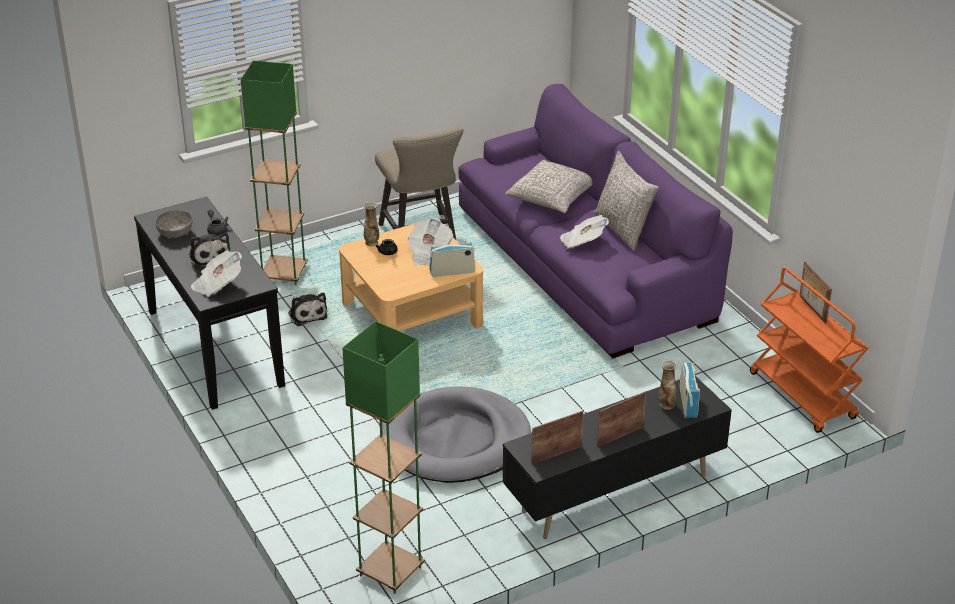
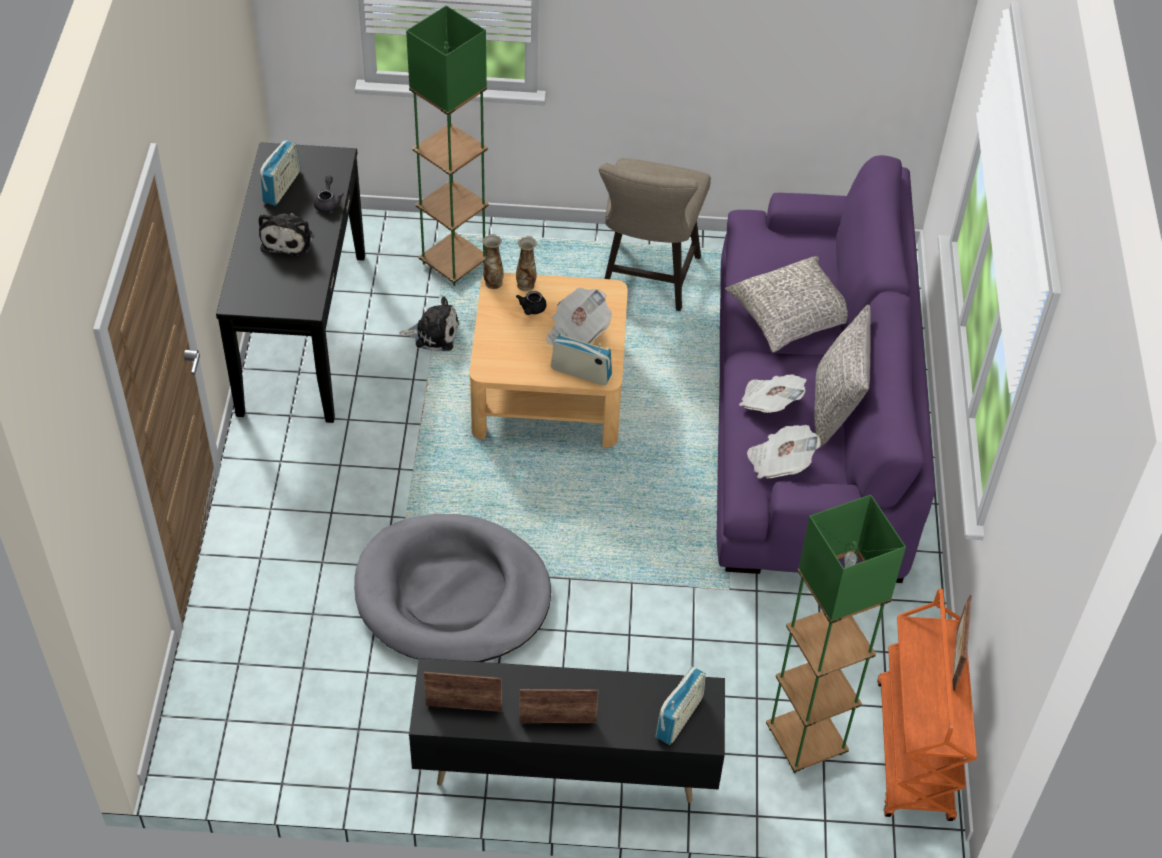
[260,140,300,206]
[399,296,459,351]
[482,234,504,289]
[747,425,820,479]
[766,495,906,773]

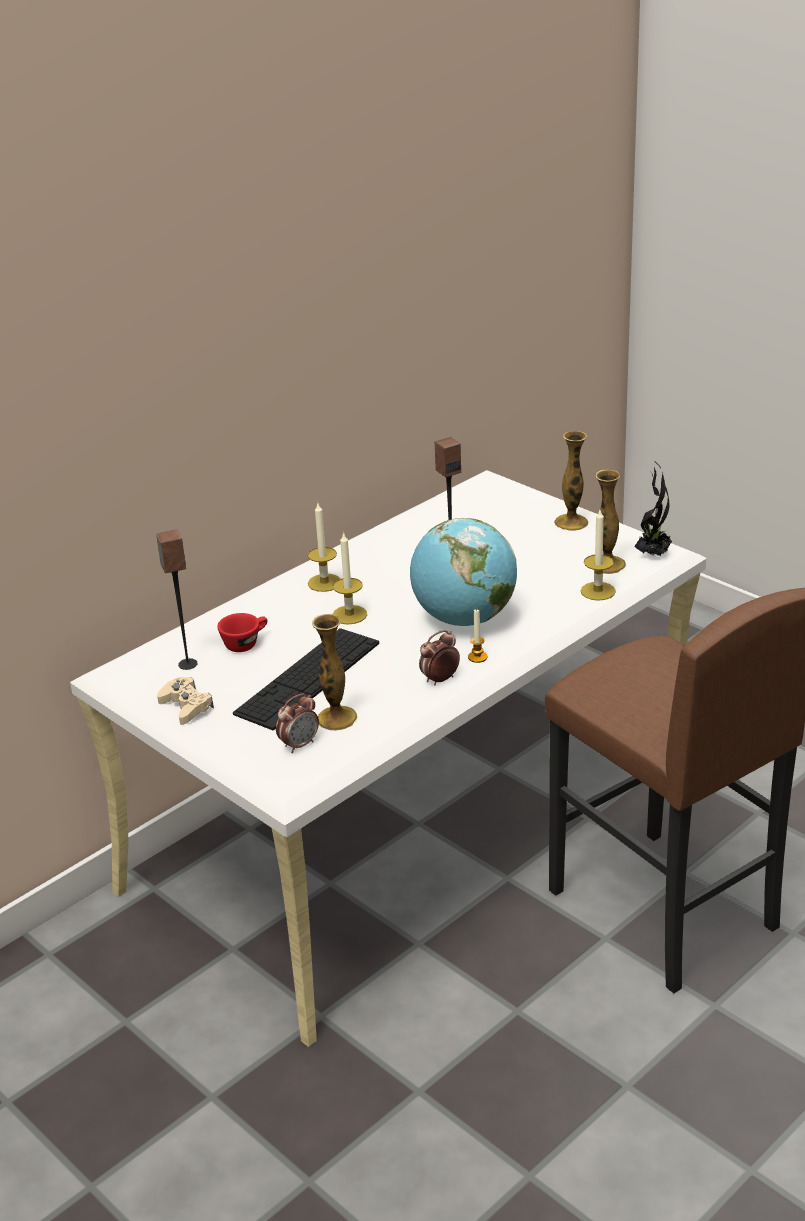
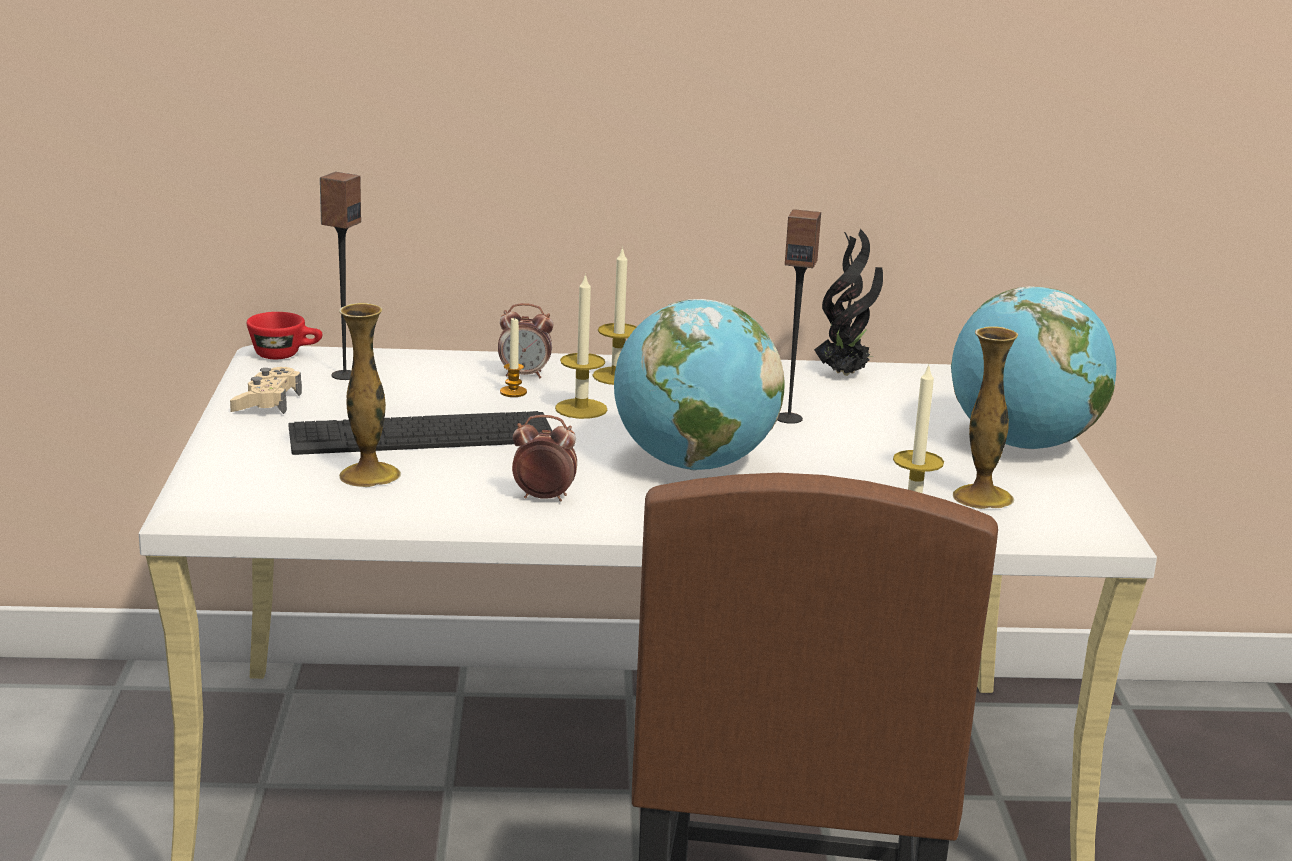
[247,312,322,359]
[498,303,553,378]
[500,317,527,397]
[814,229,883,376]
[951,286,1116,449]

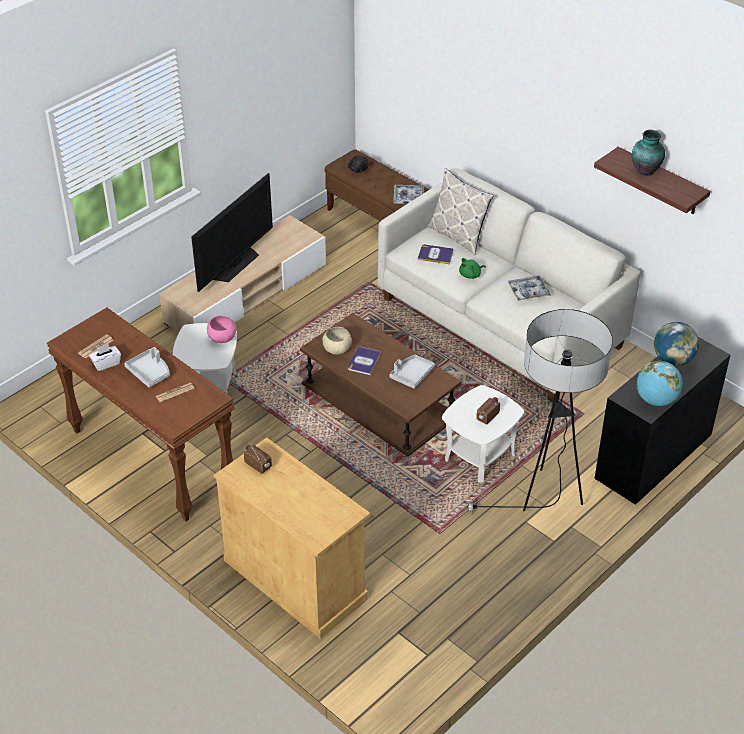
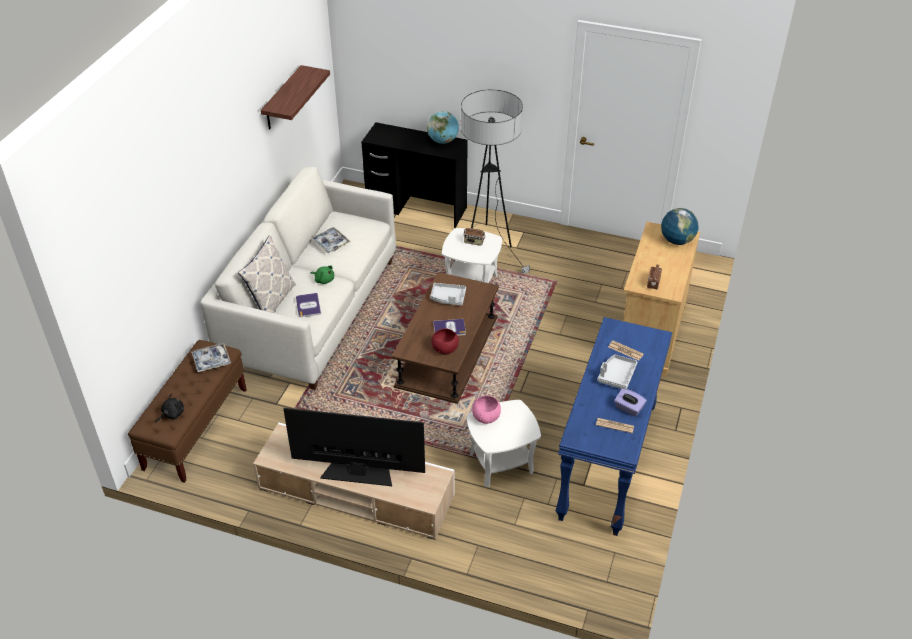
[431,328,459,354]
[556,317,672,536]
[614,388,646,417]
[661,208,699,245]
[632,130,665,176] (first image)

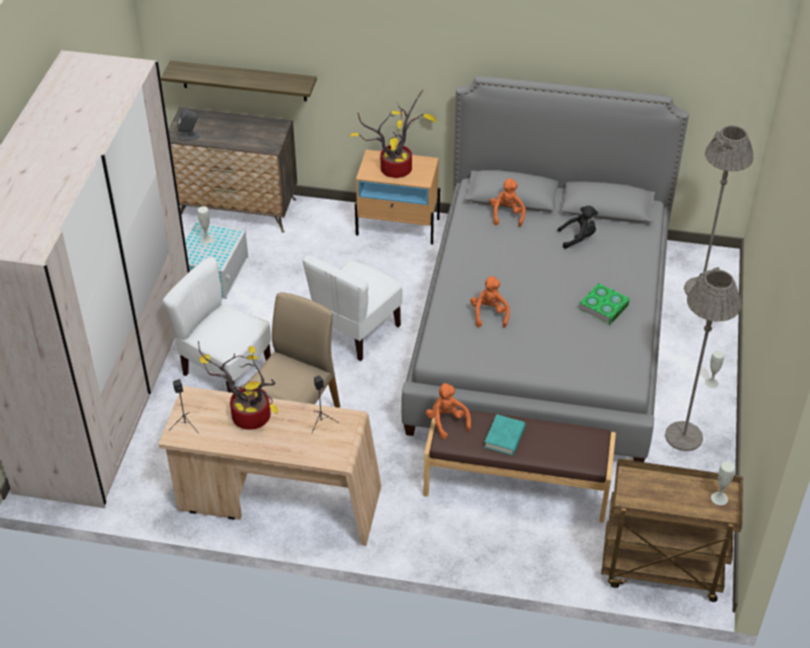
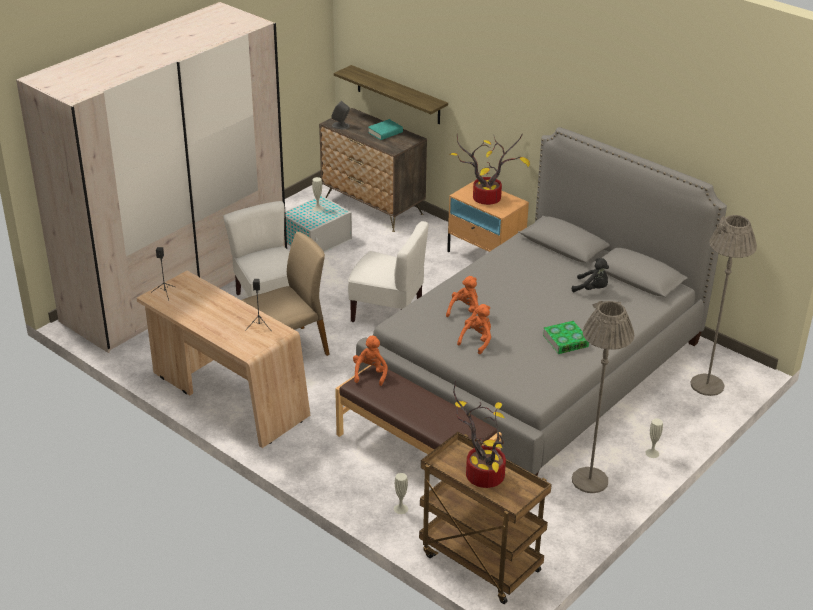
[348,221,429,322]
[368,119,403,140]
[394,473,408,514]
[453,381,506,488]
[457,304,491,354]

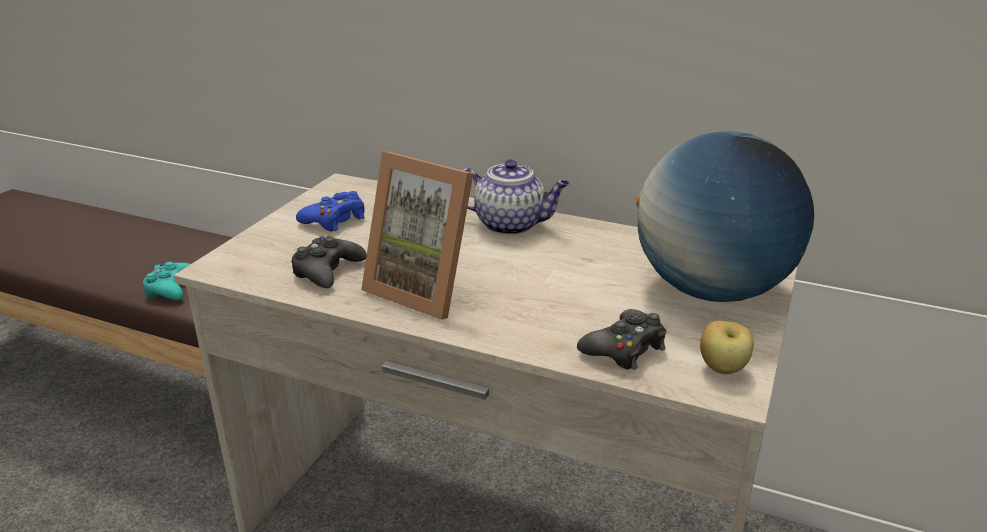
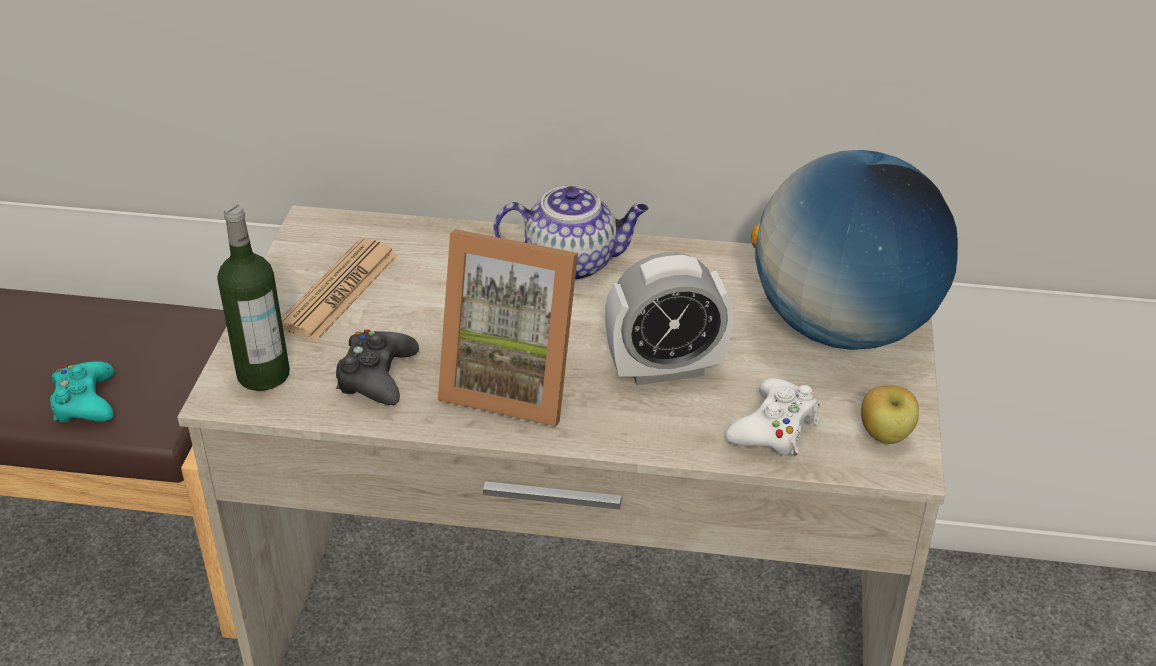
[217,204,290,391]
[281,238,398,341]
[605,252,733,385]
[725,378,819,456]

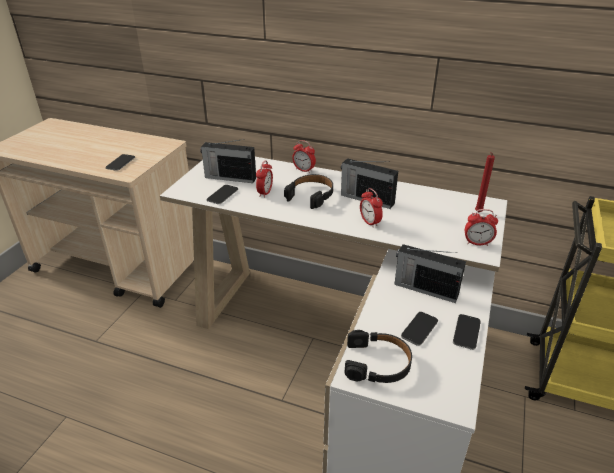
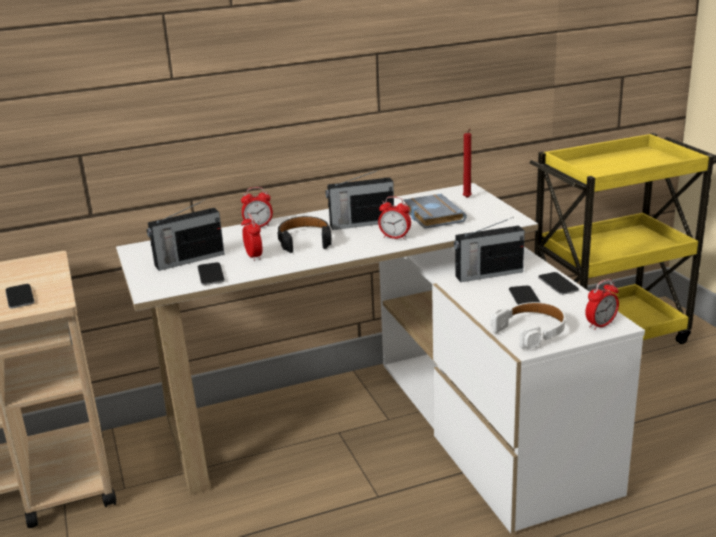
[403,194,467,229]
[490,302,565,349]
[585,279,619,330]

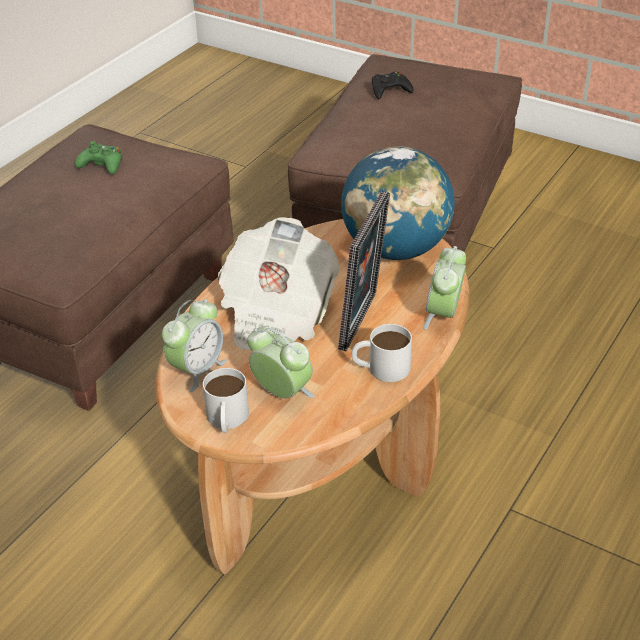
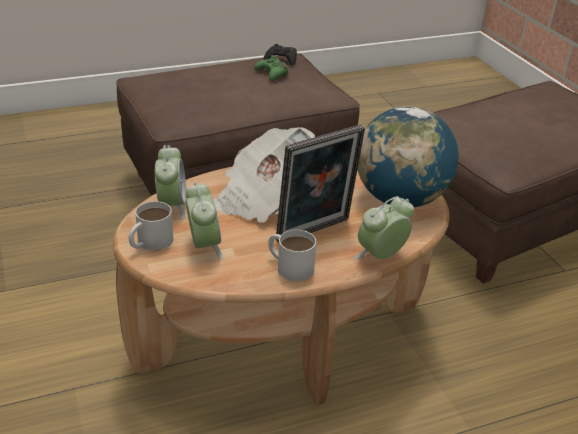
[155,145,186,220]
[264,44,297,65]

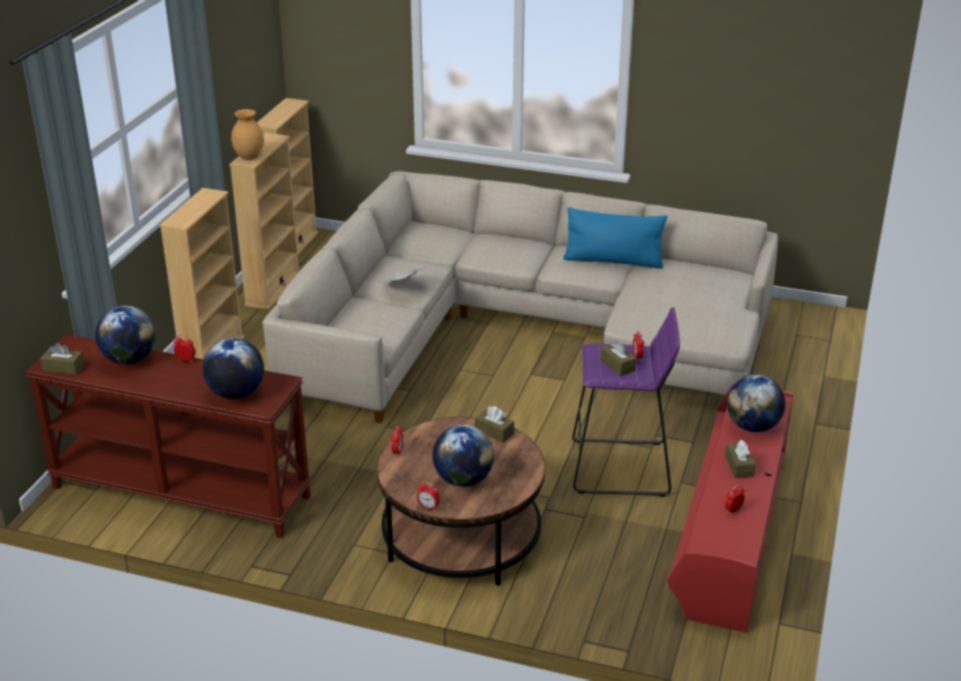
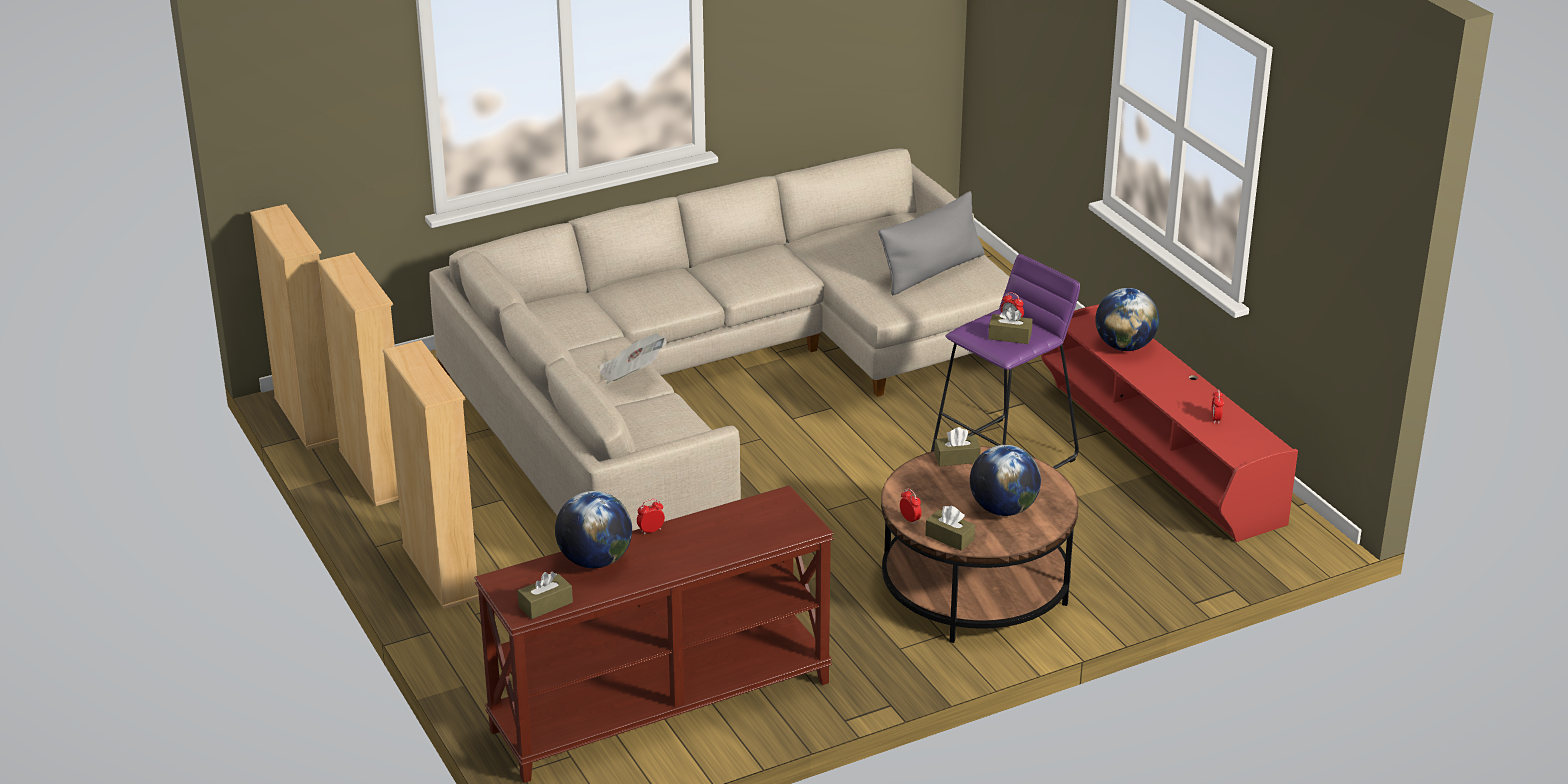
[878,191,985,295]
[925,506,975,551]
[202,338,264,399] (first image)
[231,109,264,160] (first image)
[417,482,440,511] (first image)
[563,207,667,269] (first image)

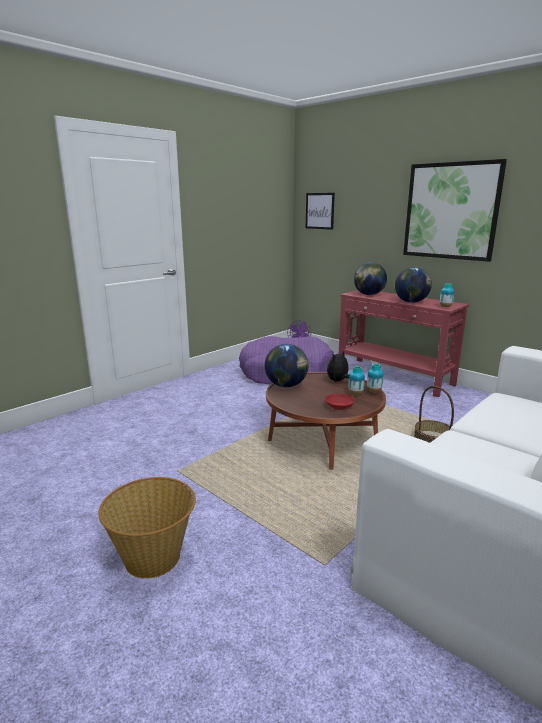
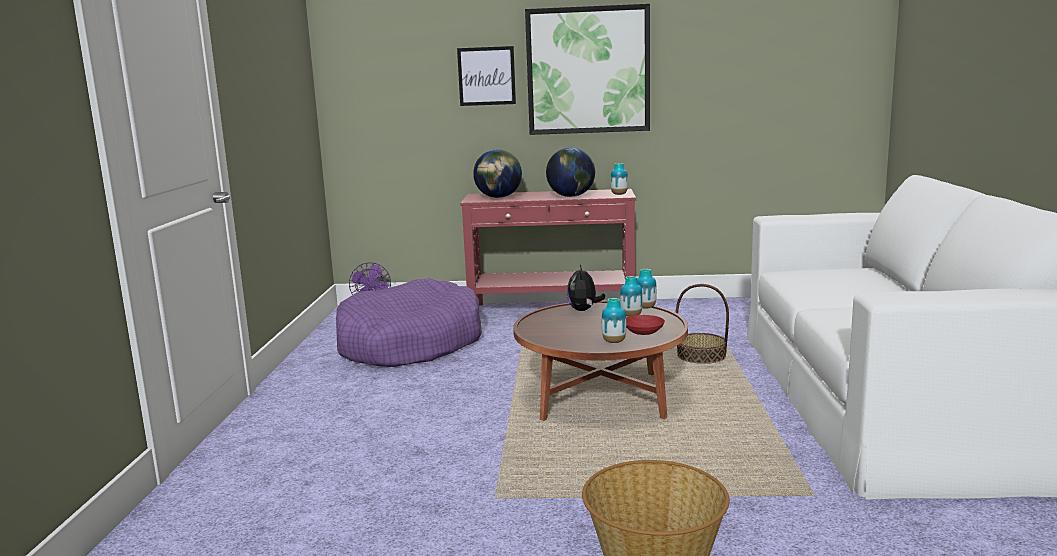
[457,46,516,106]
[602,298,626,343]
[265,344,308,387] (first image)

